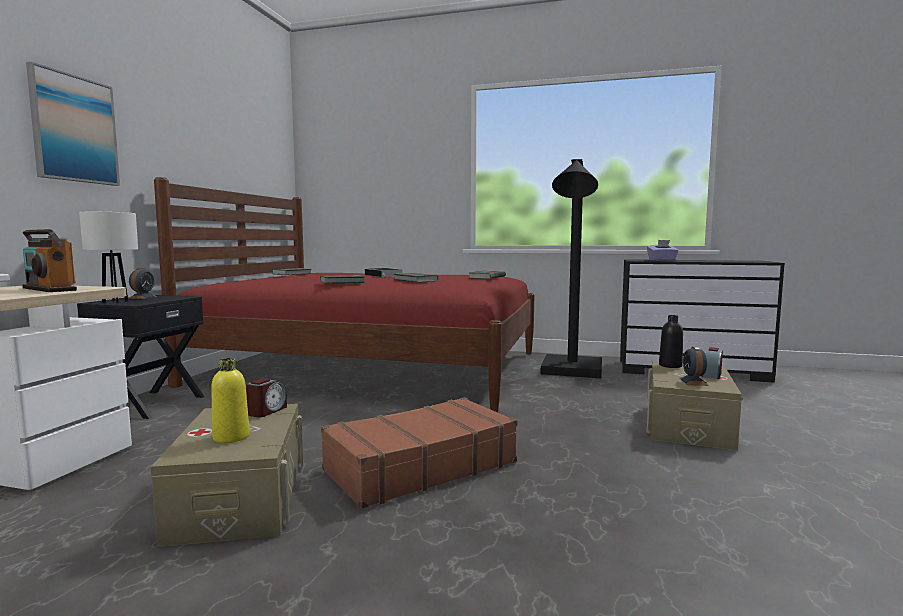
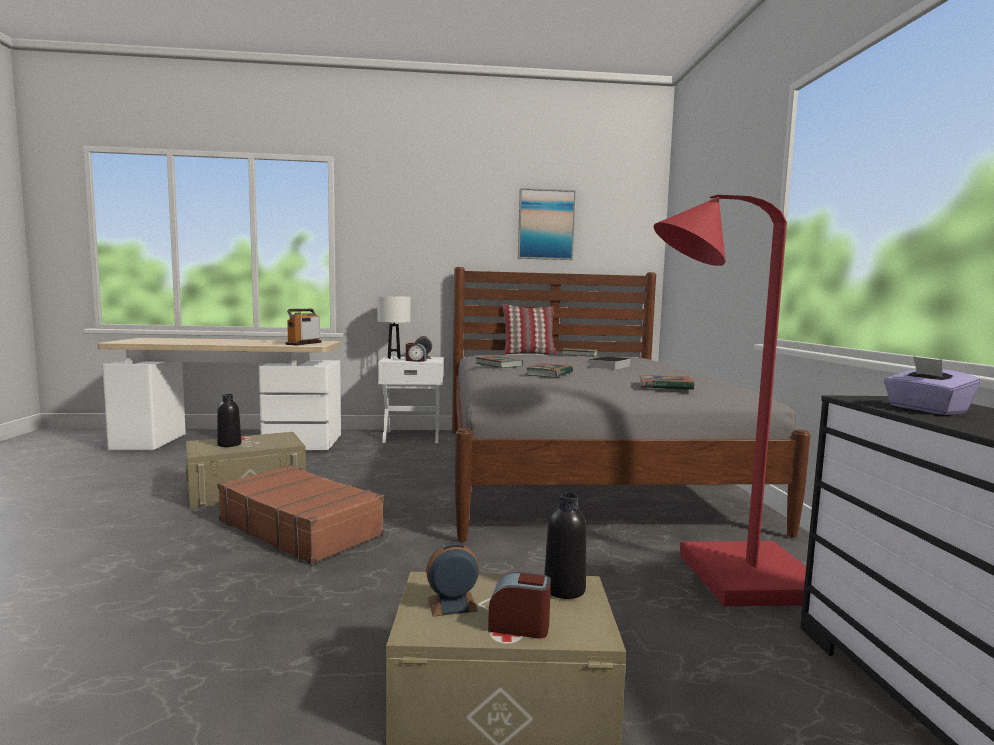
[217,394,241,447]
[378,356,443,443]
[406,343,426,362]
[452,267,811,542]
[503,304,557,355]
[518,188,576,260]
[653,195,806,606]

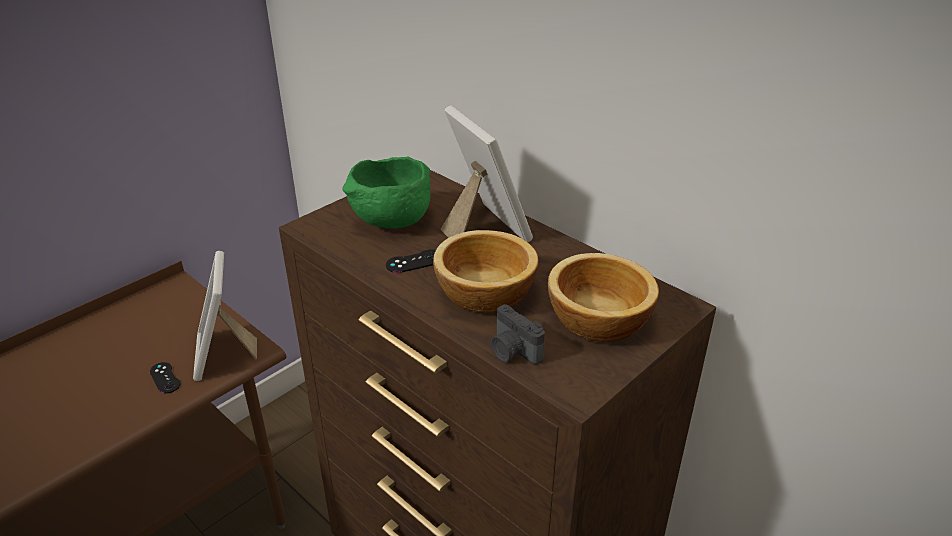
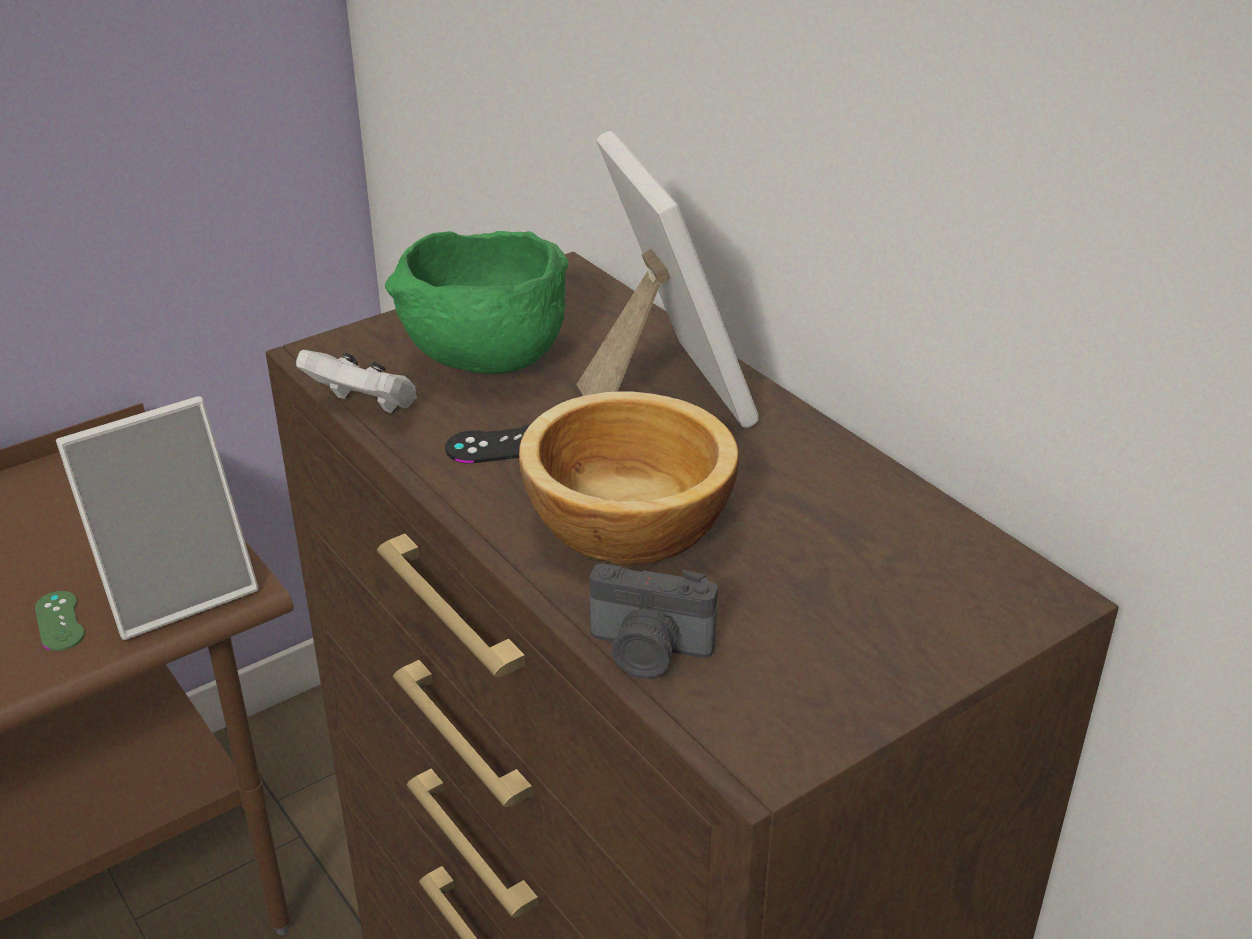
[35,591,85,651]
[56,396,259,640]
[296,350,417,413]
[590,563,718,679]
[548,253,659,342] (first image)

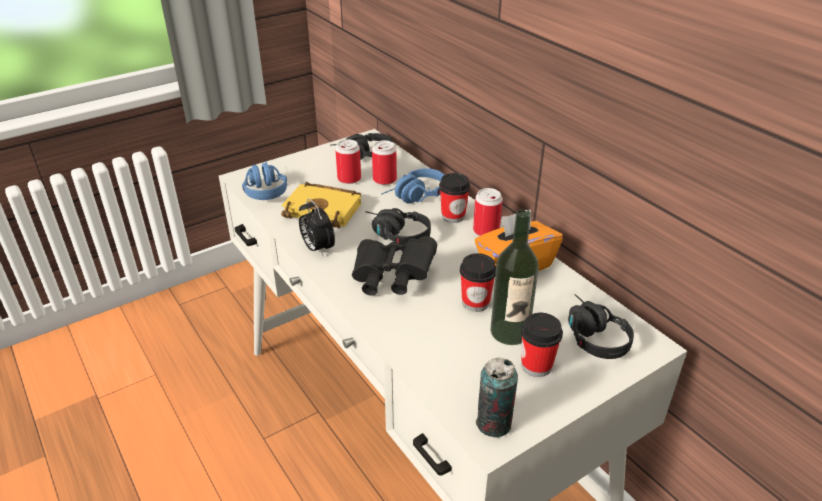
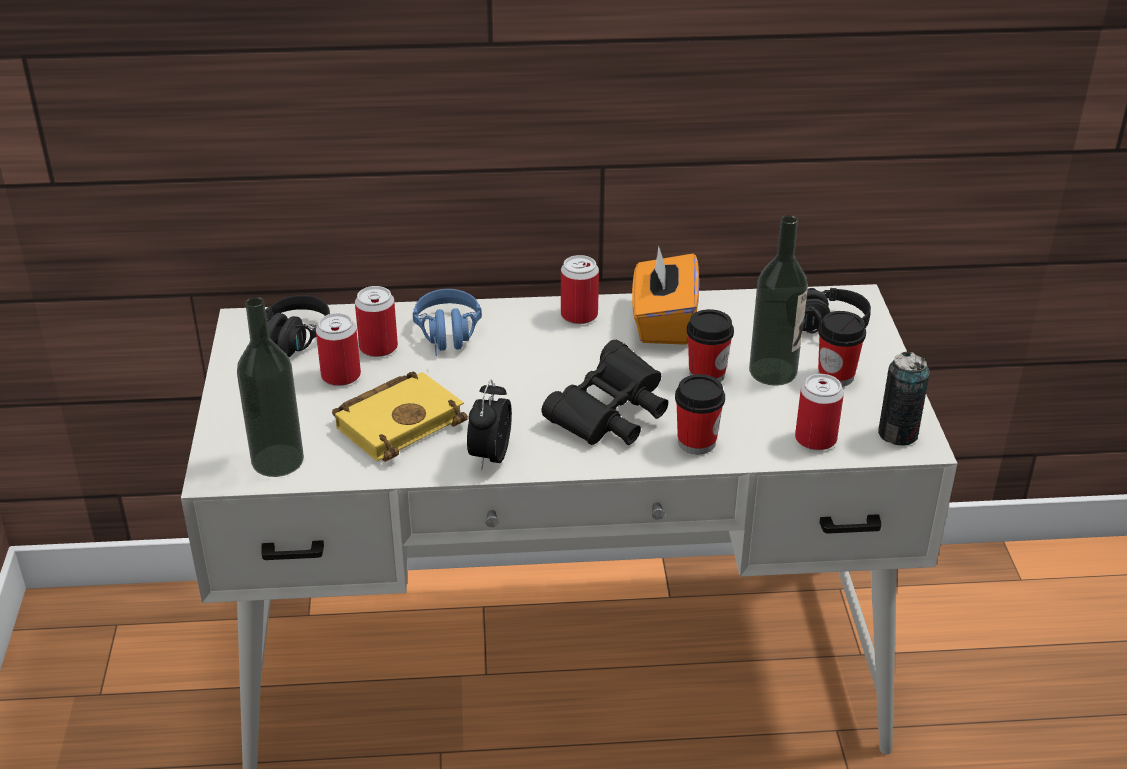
[237,297,304,477]
[467,379,512,470]
[675,374,725,454]
[795,374,844,450]
[366,208,431,245] (first image)

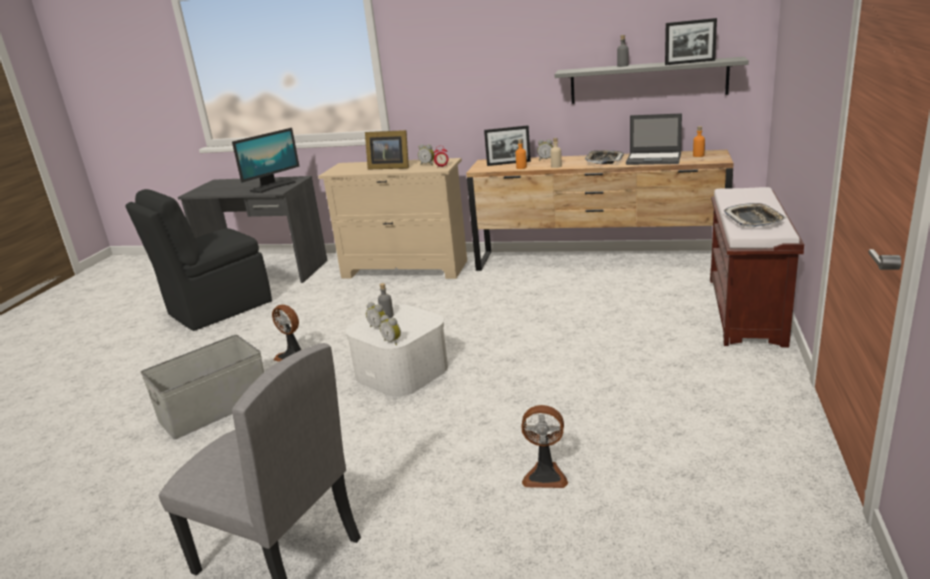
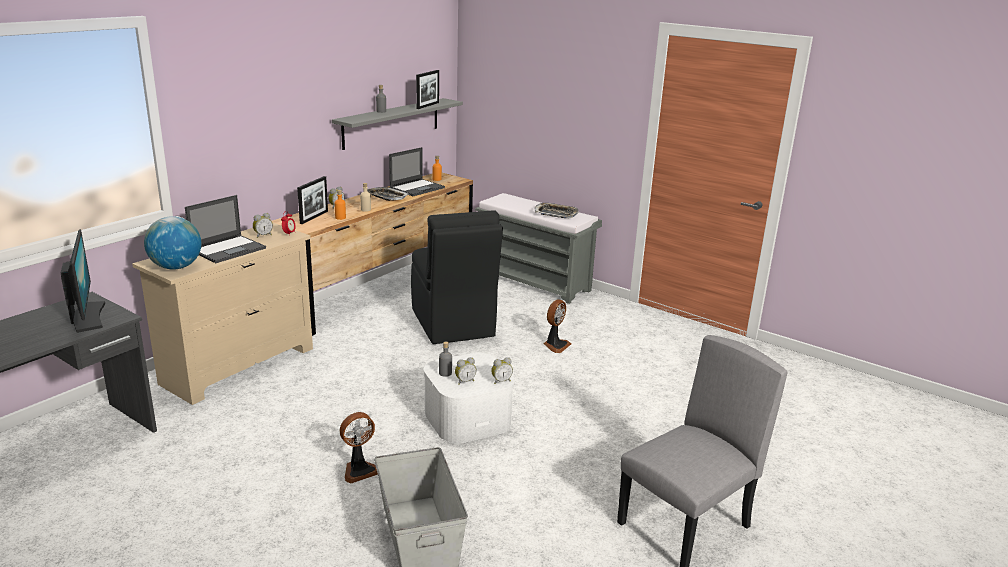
[144,216,201,270]
[185,195,266,263]
[411,210,503,344]
[475,193,602,304]
[543,299,571,353]

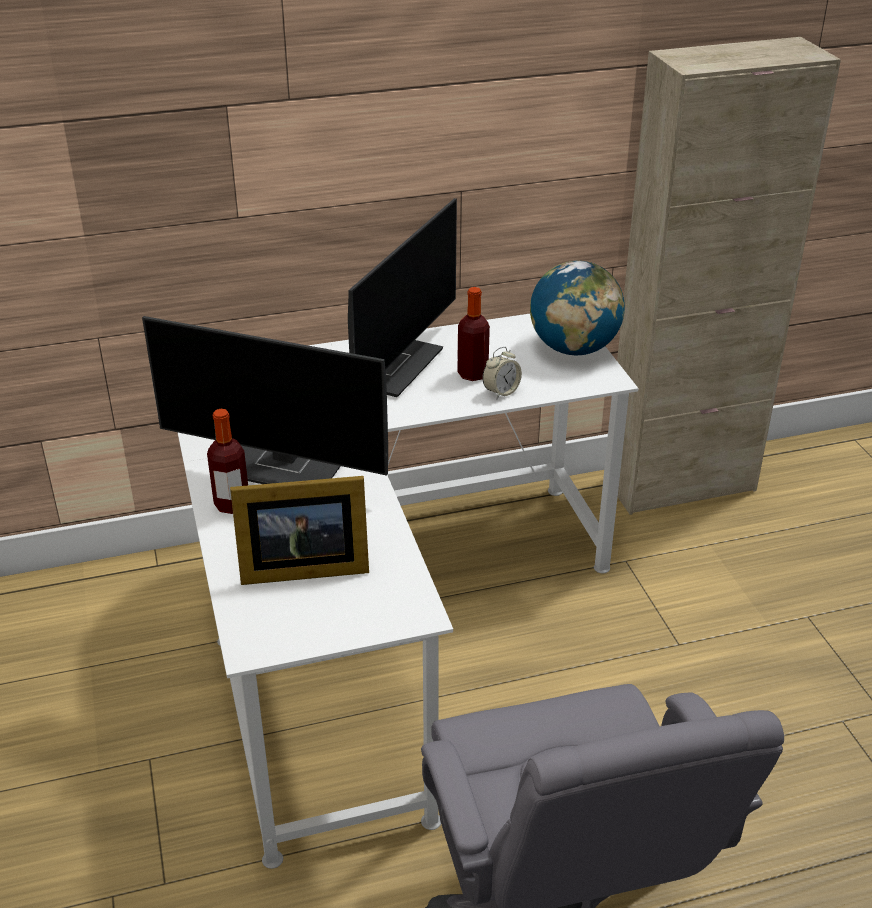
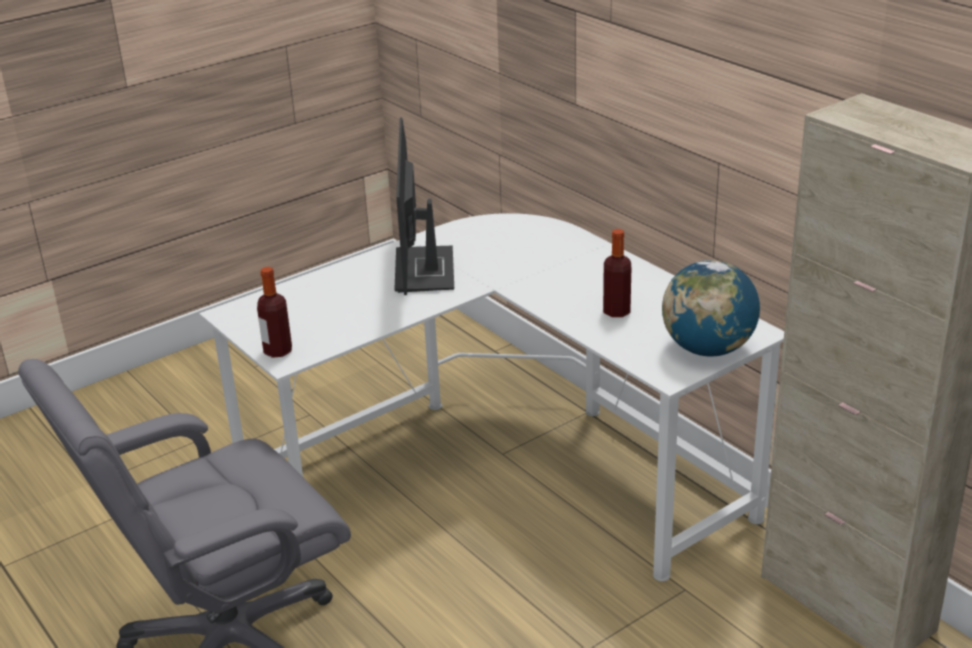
[257,267,292,358]
[230,476,369,585] (first image)
[348,198,457,397] (first image)
[482,347,522,399] (first image)

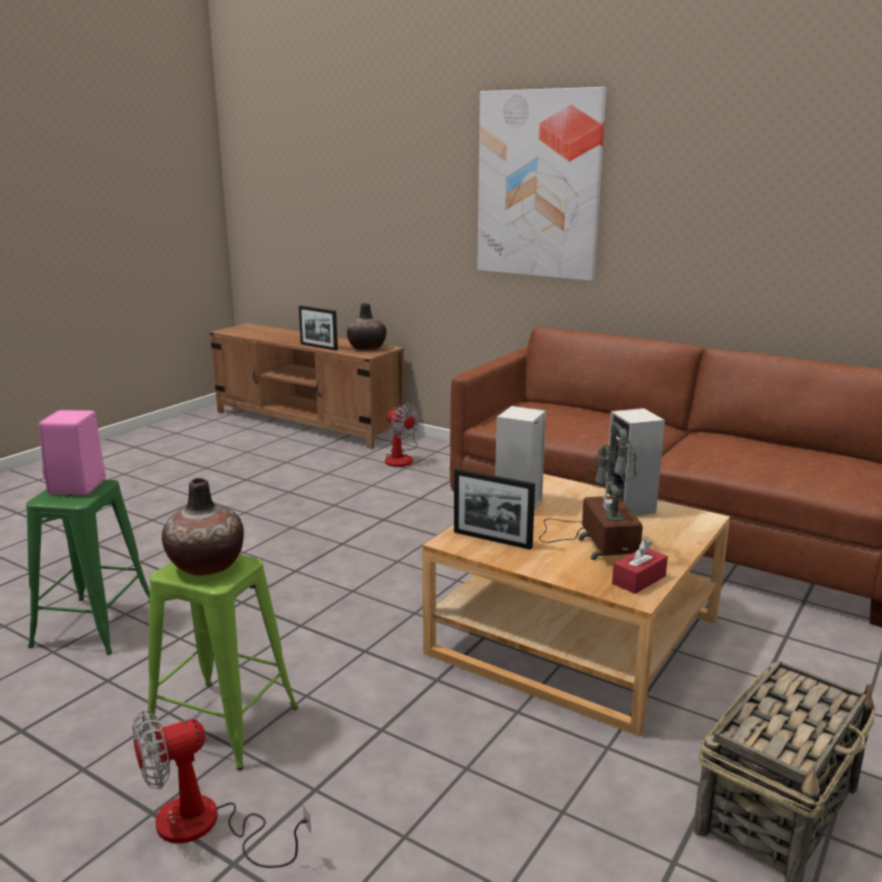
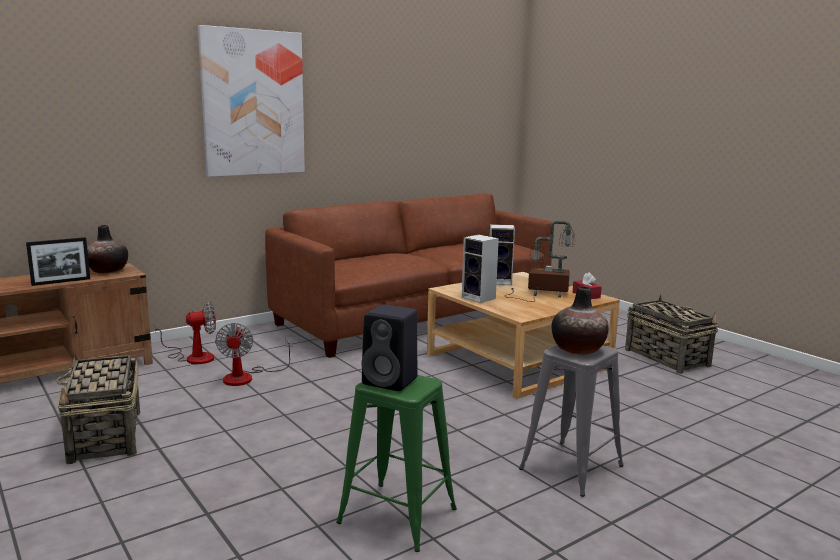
[56,354,140,464]
[215,323,293,386]
[361,304,418,391]
[519,345,624,497]
[454,468,535,550] (first image)

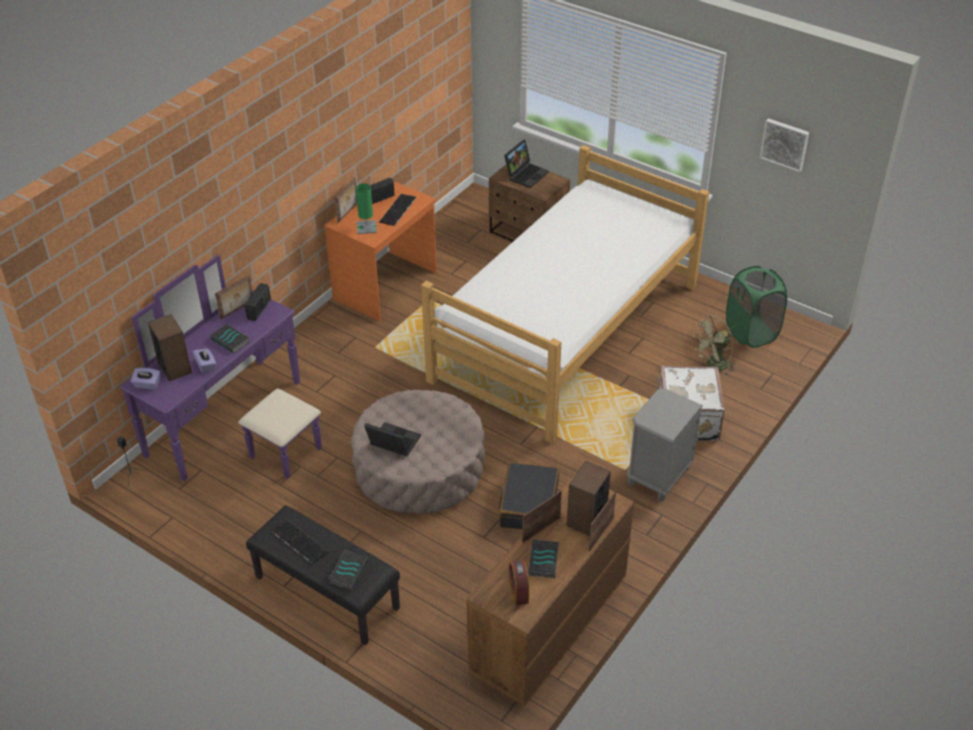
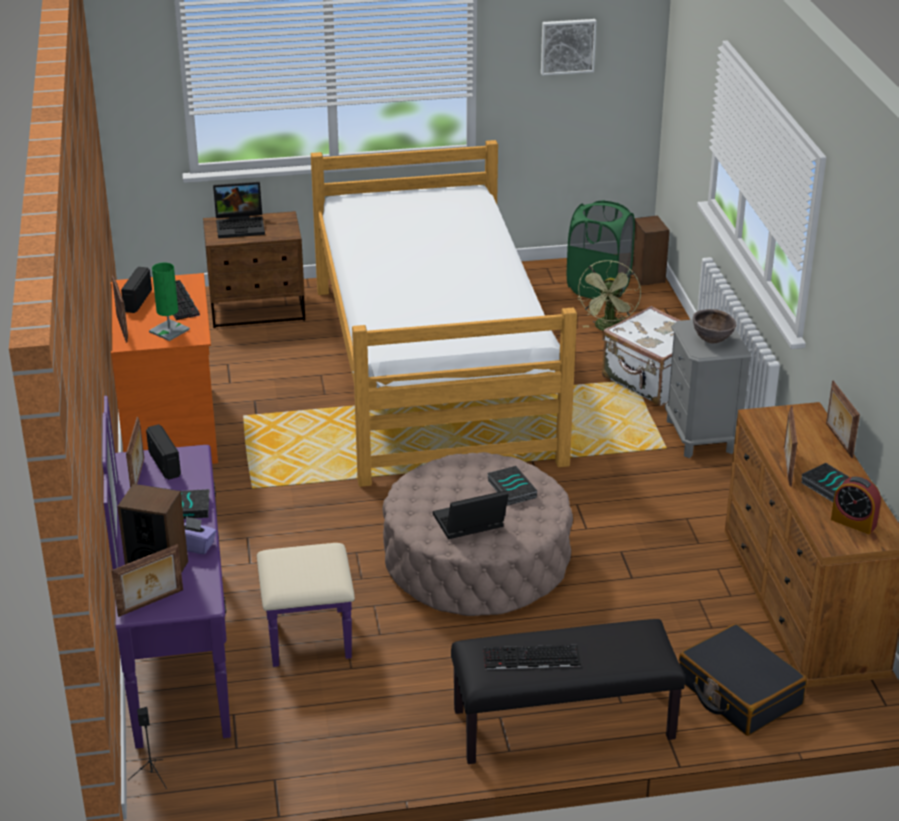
[112,544,183,617]
[213,182,265,238]
[488,466,537,505]
[631,215,670,286]
[679,624,807,736]
[693,309,736,343]

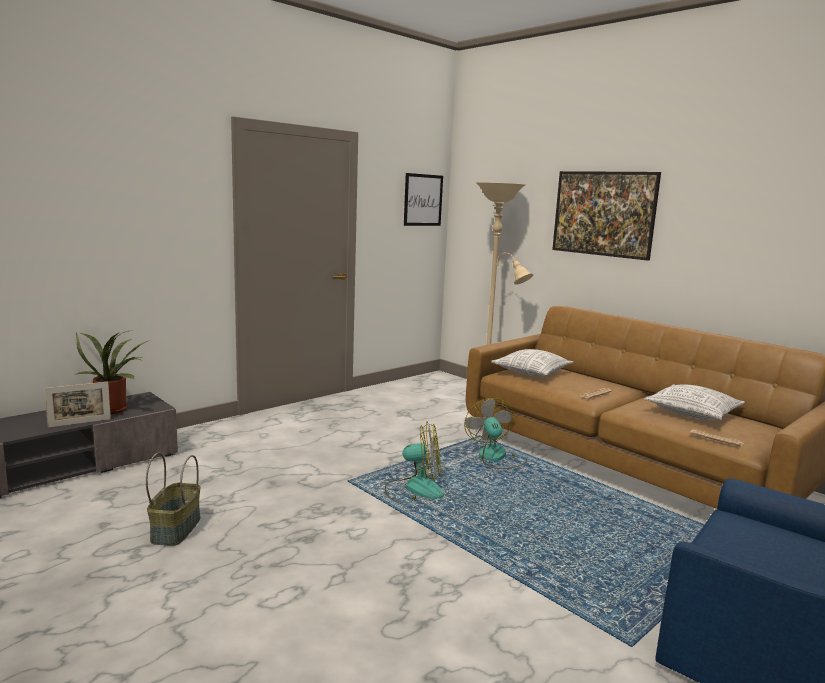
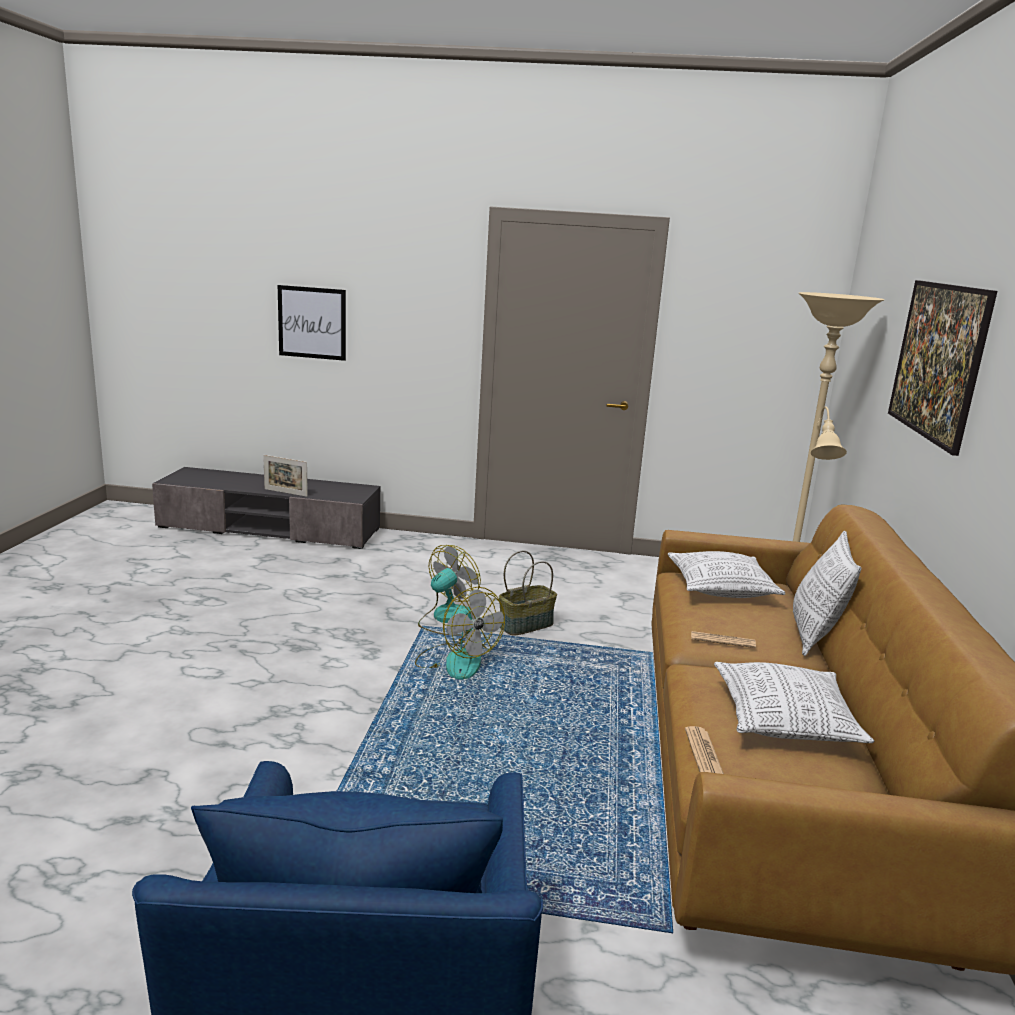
[278,285,346,361]
[418,545,481,635]
[499,551,557,636]
[793,531,862,656]
[76,330,148,414] (first image)

